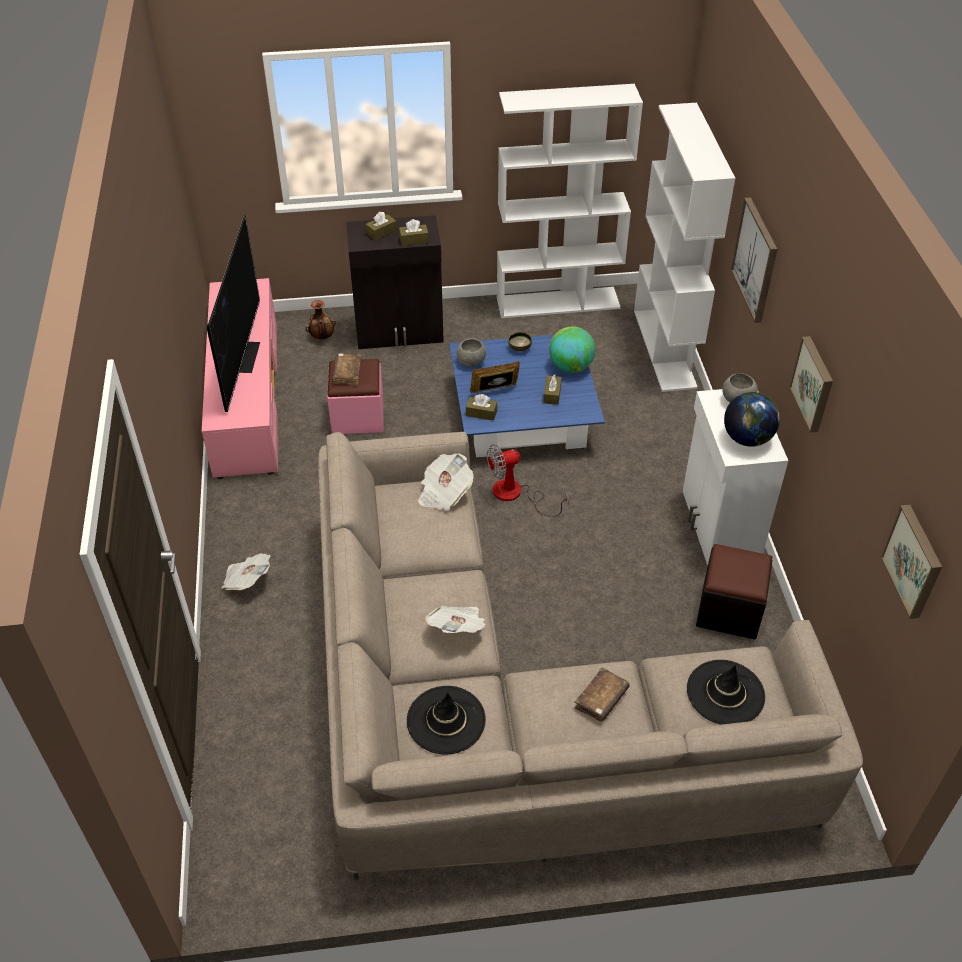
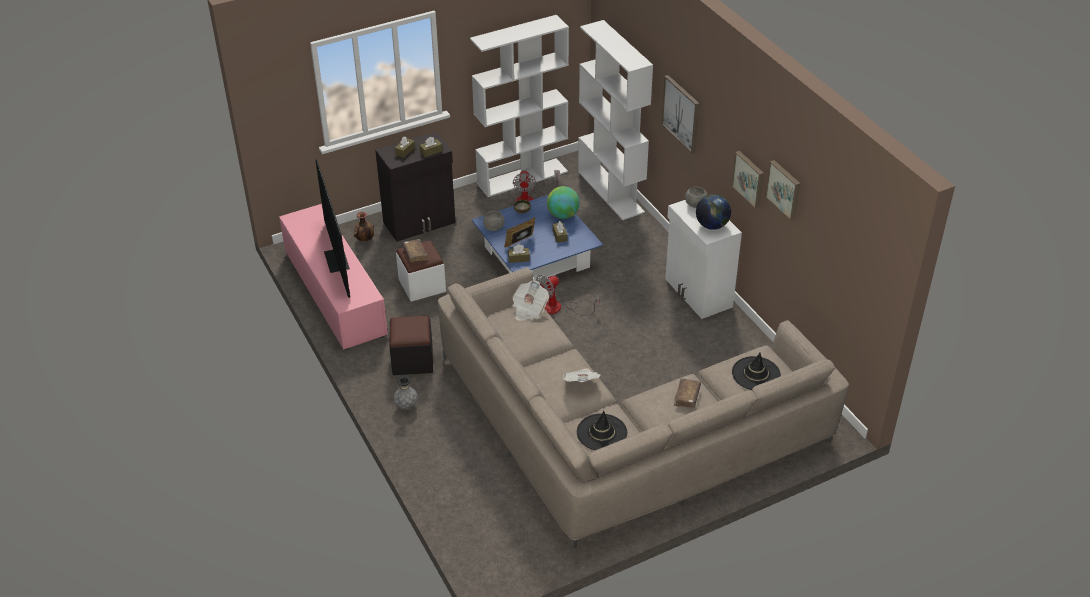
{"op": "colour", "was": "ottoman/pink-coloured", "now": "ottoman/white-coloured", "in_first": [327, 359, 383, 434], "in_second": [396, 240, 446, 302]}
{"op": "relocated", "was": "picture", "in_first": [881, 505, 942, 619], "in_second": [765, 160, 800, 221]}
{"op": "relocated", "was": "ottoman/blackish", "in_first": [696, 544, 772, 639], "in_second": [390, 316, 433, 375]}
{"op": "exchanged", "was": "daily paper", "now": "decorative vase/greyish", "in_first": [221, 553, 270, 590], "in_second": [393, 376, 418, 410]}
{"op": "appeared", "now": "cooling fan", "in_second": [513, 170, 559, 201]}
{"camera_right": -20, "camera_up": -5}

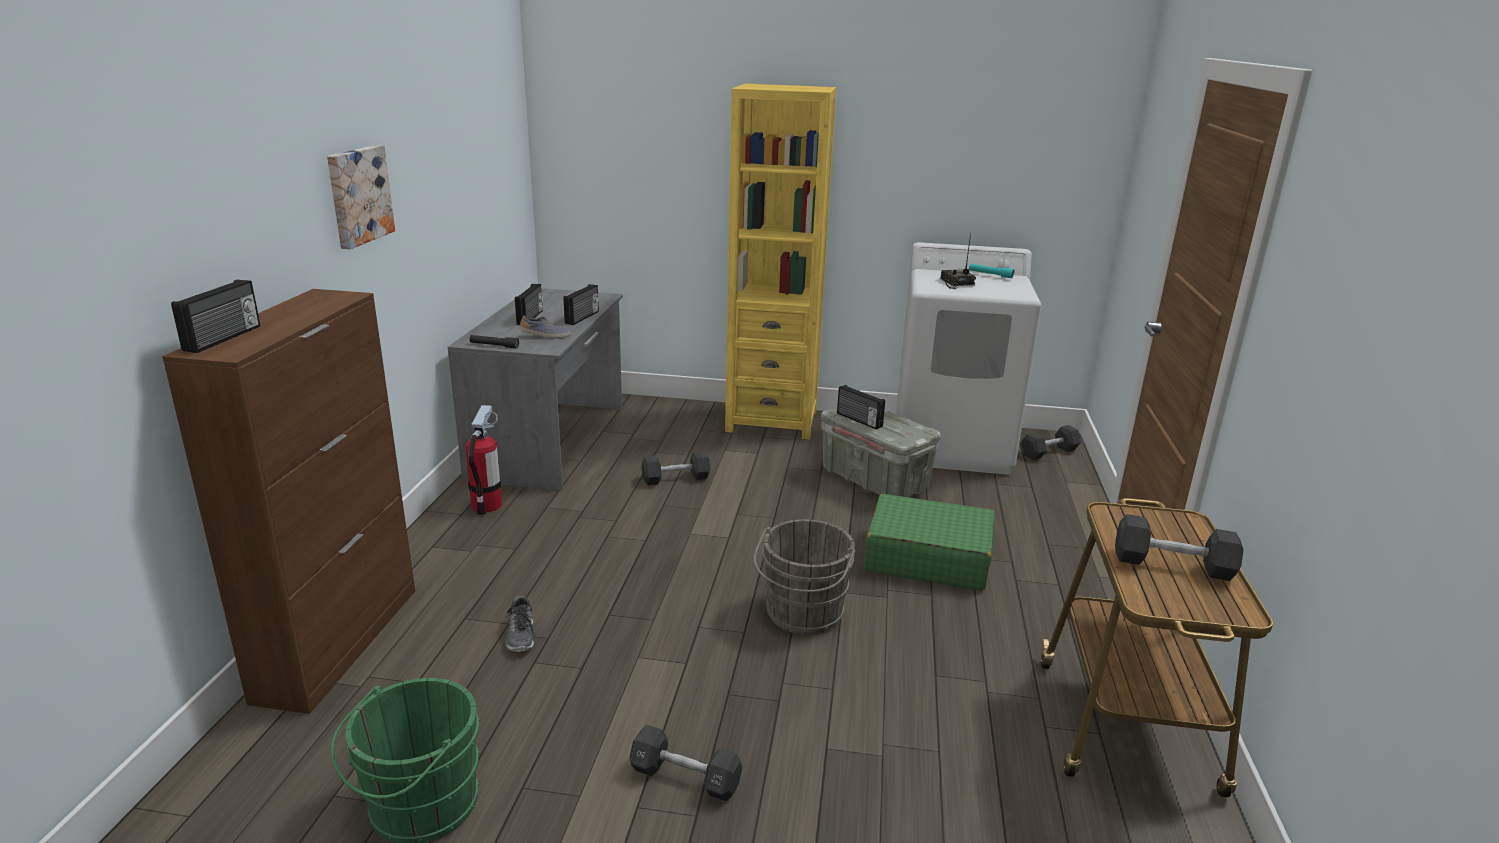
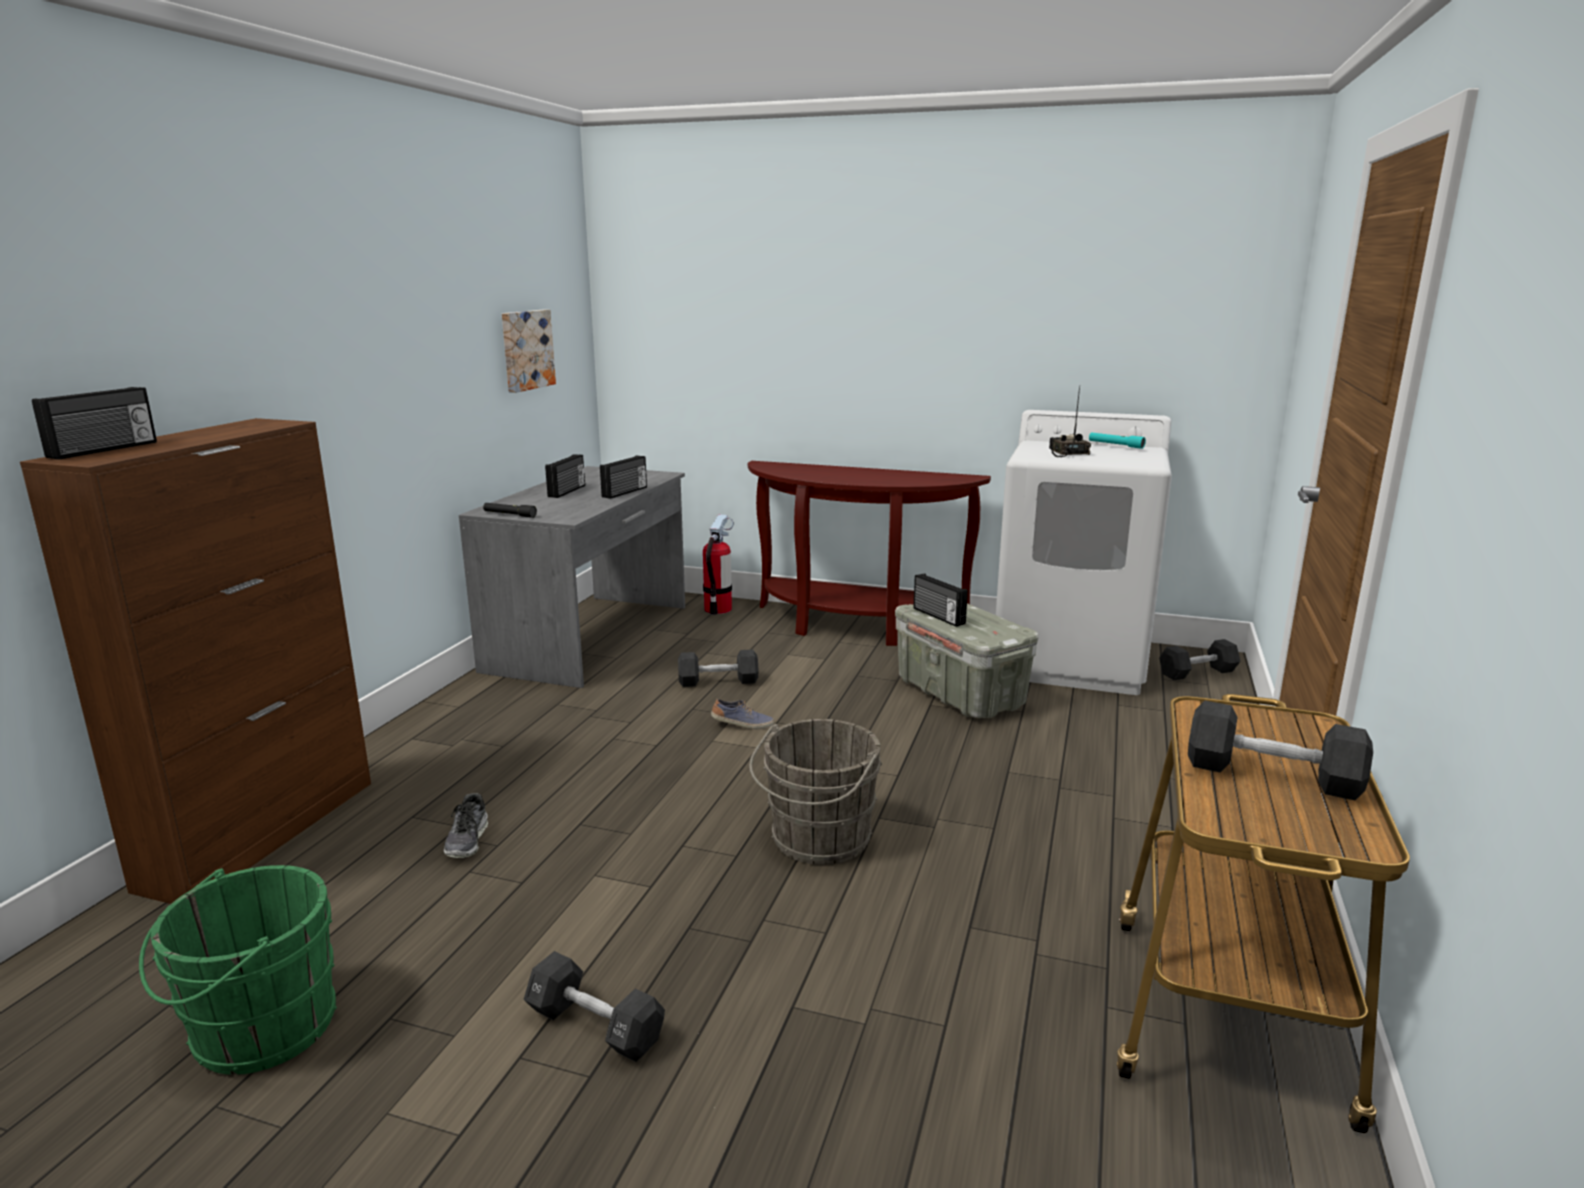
{"op": "exchanged", "was": "shelving unit/yellowish", "now": "console table/brown-coloured", "in_first": [725, 83, 836, 440], "in_second": [748, 461, 991, 646]}
{"op": "relocated", "was": "picture", "in_first": [327, 145, 395, 249], "in_second": [502, 310, 556, 393]}
{"op": "relocated", "was": "item of footwear", "in_first": [519, 316, 571, 339], "in_second": [711, 699, 774, 729]}
{"op": "relocated", "was": "fire-fighting cylinder", "in_first": [465, 405, 502, 515], "in_second": [703, 514, 734, 615]}
{"op": "missing", "was": "travel case/green-coloured", "in_first": [864, 494, 994, 590]}
{"camera_right": 10, "camera_up": -5}

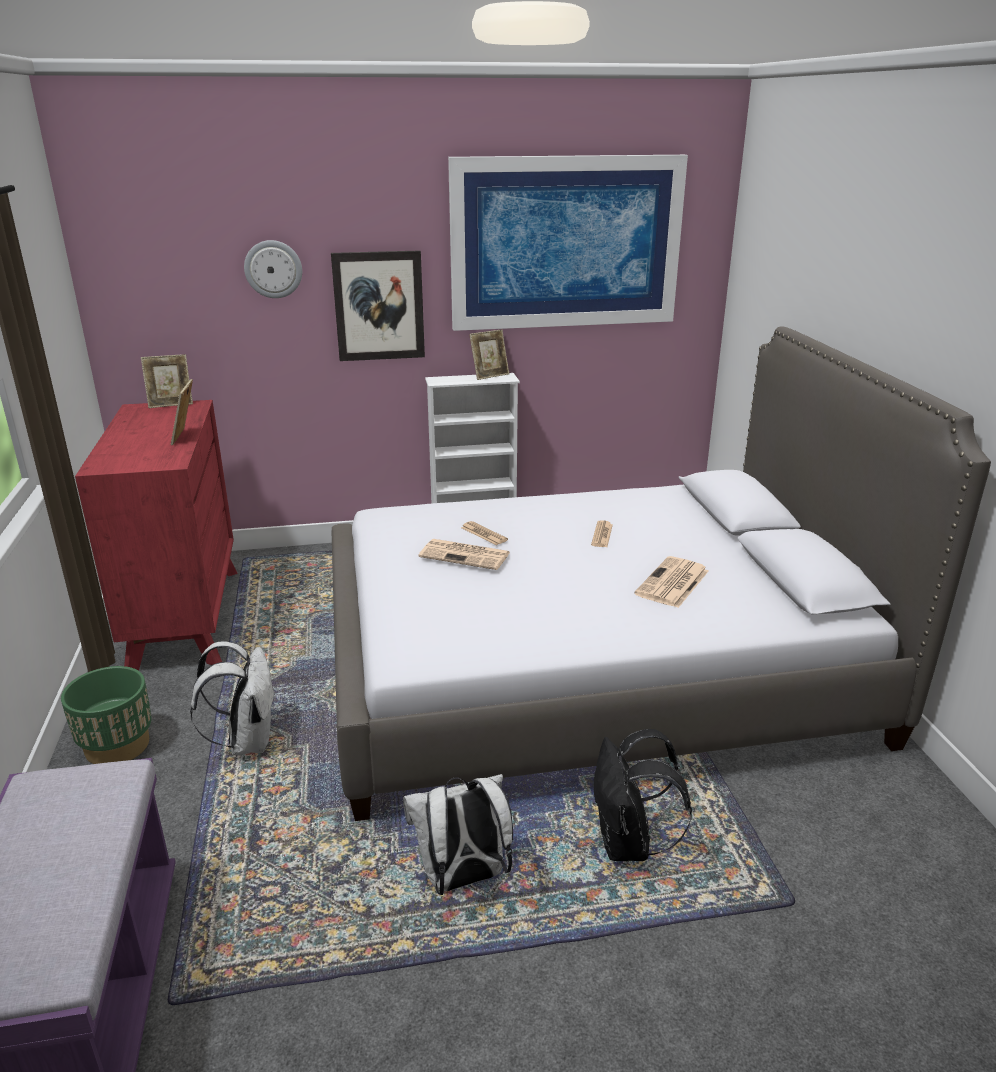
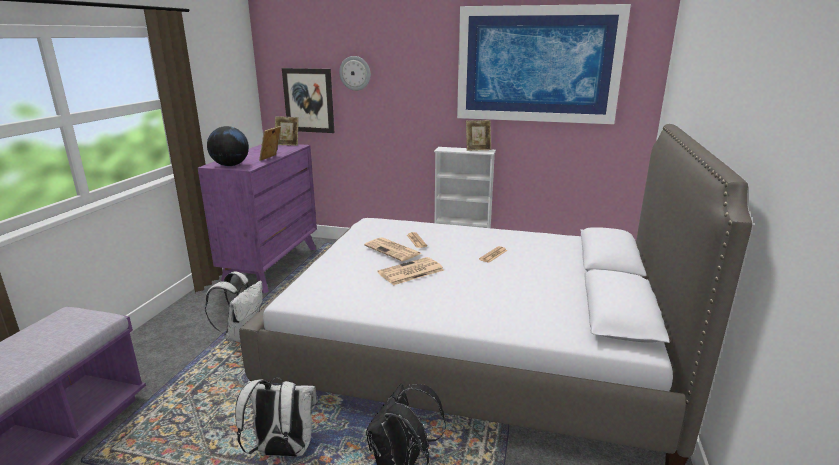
{"op": "relocated", "was": "picture", "in_first": [331, 250, 425, 361], "in_second": [282, 68, 334, 133]}
{"op": "colour", "was": "drawer chest/red-coloured", "now": "drawer chest/purple", "in_first": [75, 400, 238, 671], "in_second": [198, 144, 317, 293]}
{"op": "relocated", "was": "daily paper", "in_first": [634, 556, 709, 608], "in_second": [377, 257, 444, 285]}
{"op": "missing", "was": "flower pot/green-coloured", "in_first": [61, 666, 152, 764]}
{"op": "appeared", "now": "world globe", "in_second": [207, 126, 249, 166]}
{"camera_right": 25, "camera_up": -5}

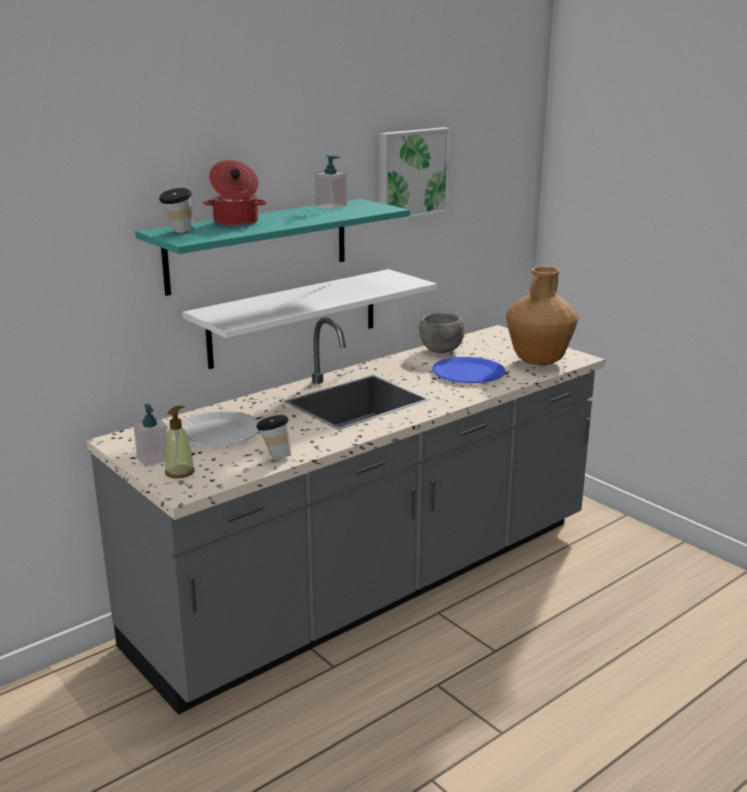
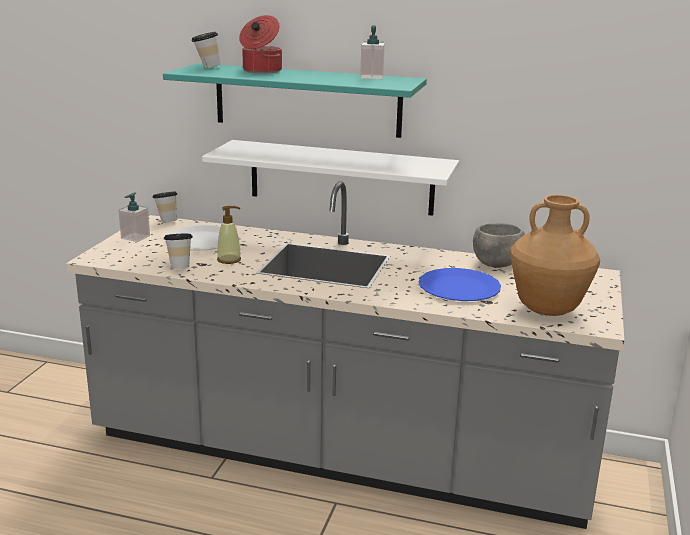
{"op": "missing", "was": "picture", "in_first": [379, 127, 451, 223]}
{"op": "relocated", "was": "liquid soap bottle", "in_first": [165, 406, 195, 478], "in_second": [217, 206, 241, 264]}
{"op": "appeared", "now": "small cup", "in_second": [153, 192, 177, 223]}
{"camera_right": 55, "camera_up": 0}

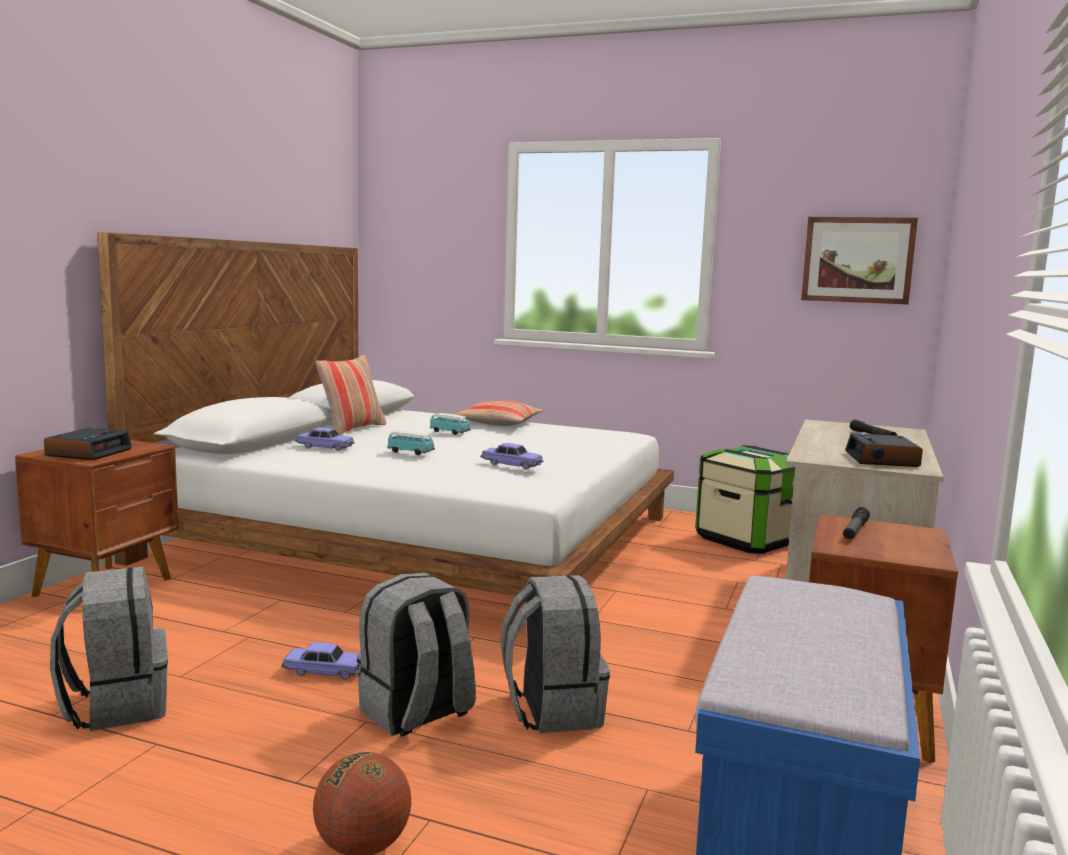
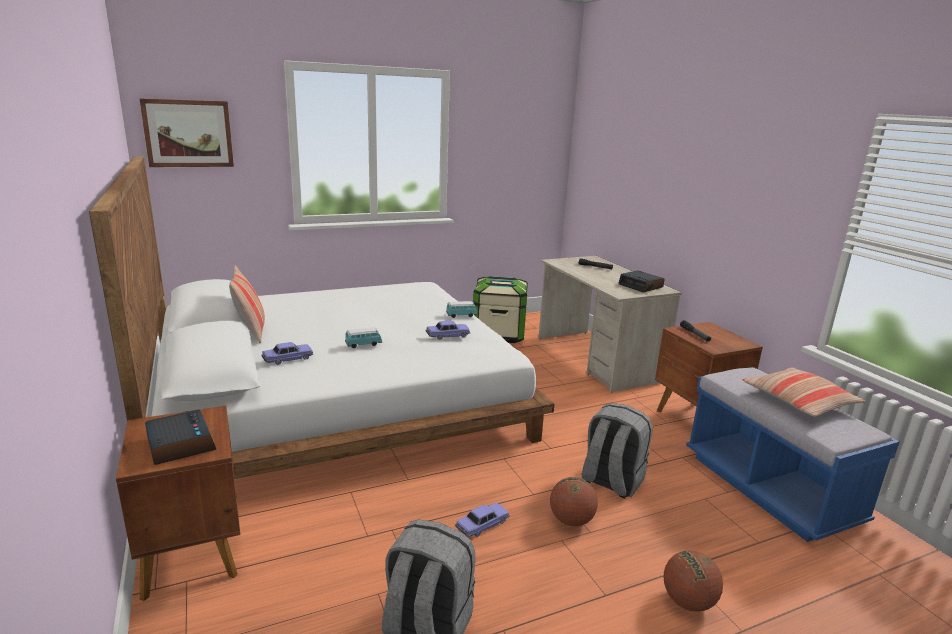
{"op": "relocated", "was": "picture", "in_first": [801, 217, 918, 304], "in_second": [140, 99, 234, 167]}
{"op": "relocated", "was": "pillow", "in_first": [455, 400, 543, 426], "in_second": [742, 367, 866, 417]}
{"op": "relocated", "was": "model car", "in_first": [430, 413, 471, 435], "in_second": [446, 301, 478, 318]}
{"op": "exchanged", "was": "backpack/greyish", "now": "basketball ball", "in_first": [357, 573, 476, 736], "in_second": [550, 477, 598, 526]}
{"camera_right": -45, "camera_up": 10}

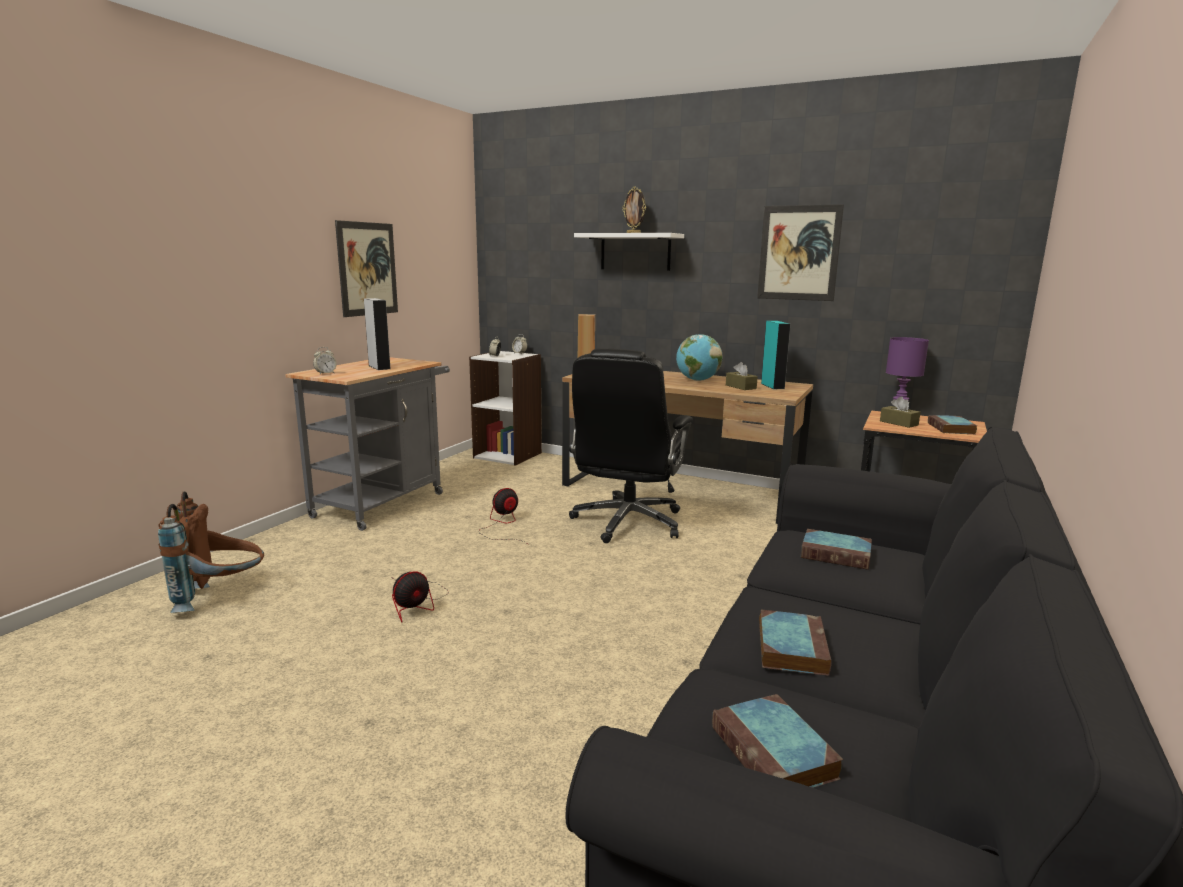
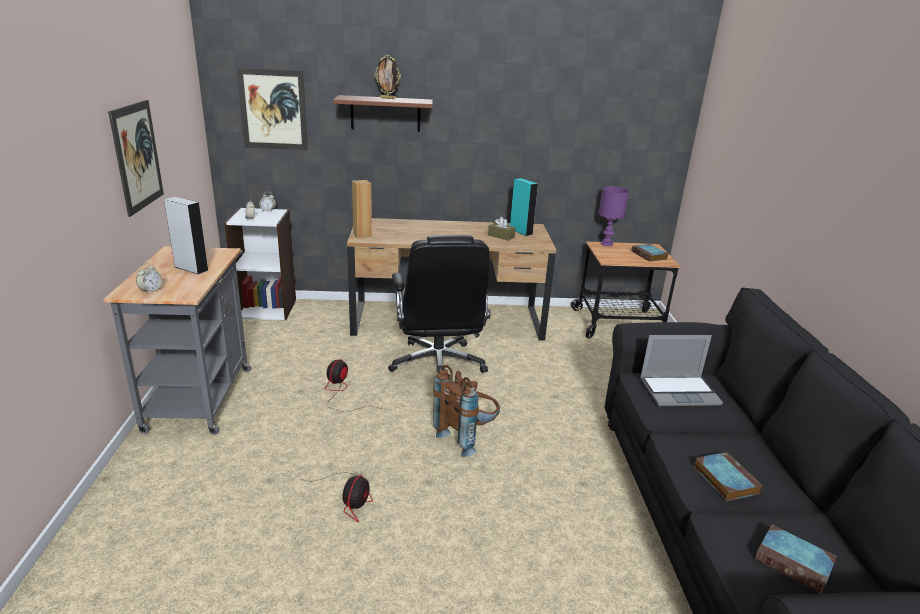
{"op": "relocated", "was": "picture", "in_first": [757, 204, 844, 301], "in_second": [237, 68, 308, 150]}
{"op": "colour", "was": "wall shelf/white-coloured", "now": "wall shelf/brown-coloured", "in_first": [574, 233, 684, 271], "in_second": [333, 95, 433, 132]}
{"op": "missing", "was": "world globe", "in_first": [676, 334, 723, 381]}
{"op": "missing", "was": "box of tissues/brown-coloured", "in_first": [880, 397, 921, 428]}
{"op": "relocated", "was": "backpack/brown-coloured", "in_first": [158, 491, 264, 613], "in_second": [433, 365, 500, 457]}
{"op": "exchanged", "was": "book", "now": "notebook computer", "in_first": [800, 529, 872, 570], "in_second": [640, 335, 723, 406]}
{"camera_right": -30, "camera_up": 10}

